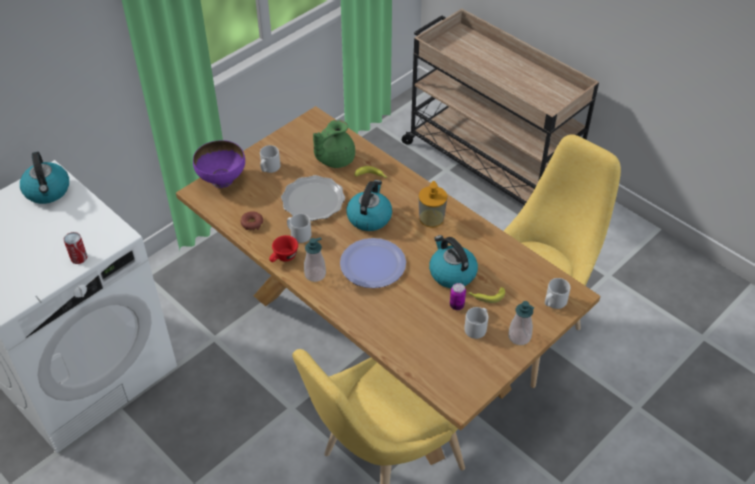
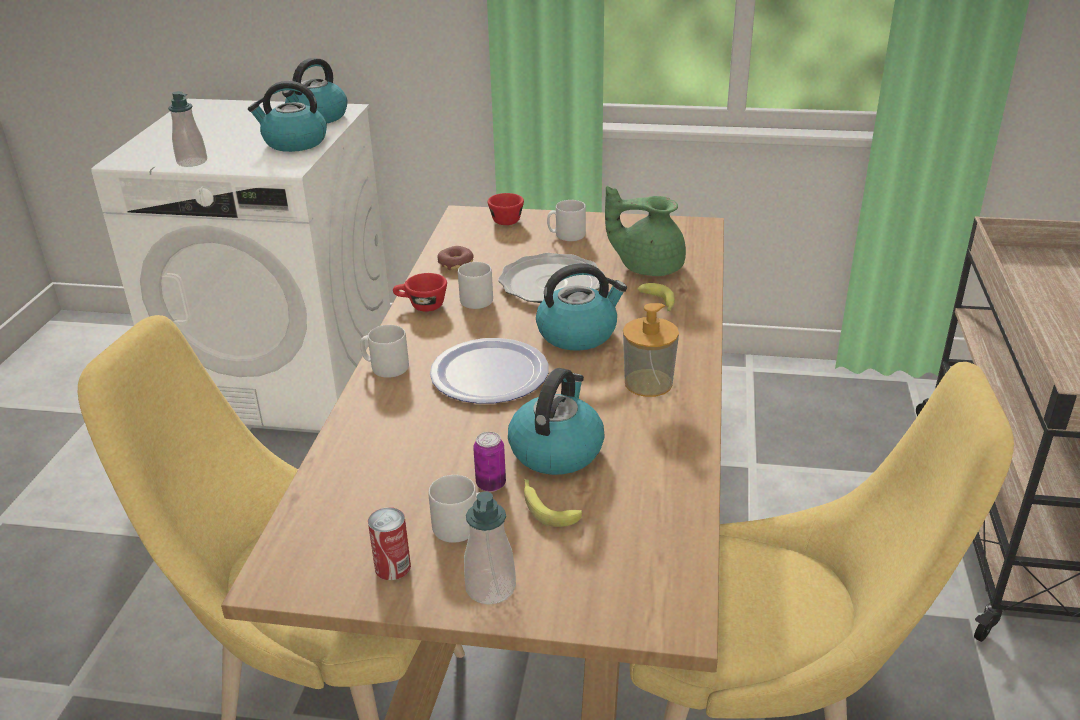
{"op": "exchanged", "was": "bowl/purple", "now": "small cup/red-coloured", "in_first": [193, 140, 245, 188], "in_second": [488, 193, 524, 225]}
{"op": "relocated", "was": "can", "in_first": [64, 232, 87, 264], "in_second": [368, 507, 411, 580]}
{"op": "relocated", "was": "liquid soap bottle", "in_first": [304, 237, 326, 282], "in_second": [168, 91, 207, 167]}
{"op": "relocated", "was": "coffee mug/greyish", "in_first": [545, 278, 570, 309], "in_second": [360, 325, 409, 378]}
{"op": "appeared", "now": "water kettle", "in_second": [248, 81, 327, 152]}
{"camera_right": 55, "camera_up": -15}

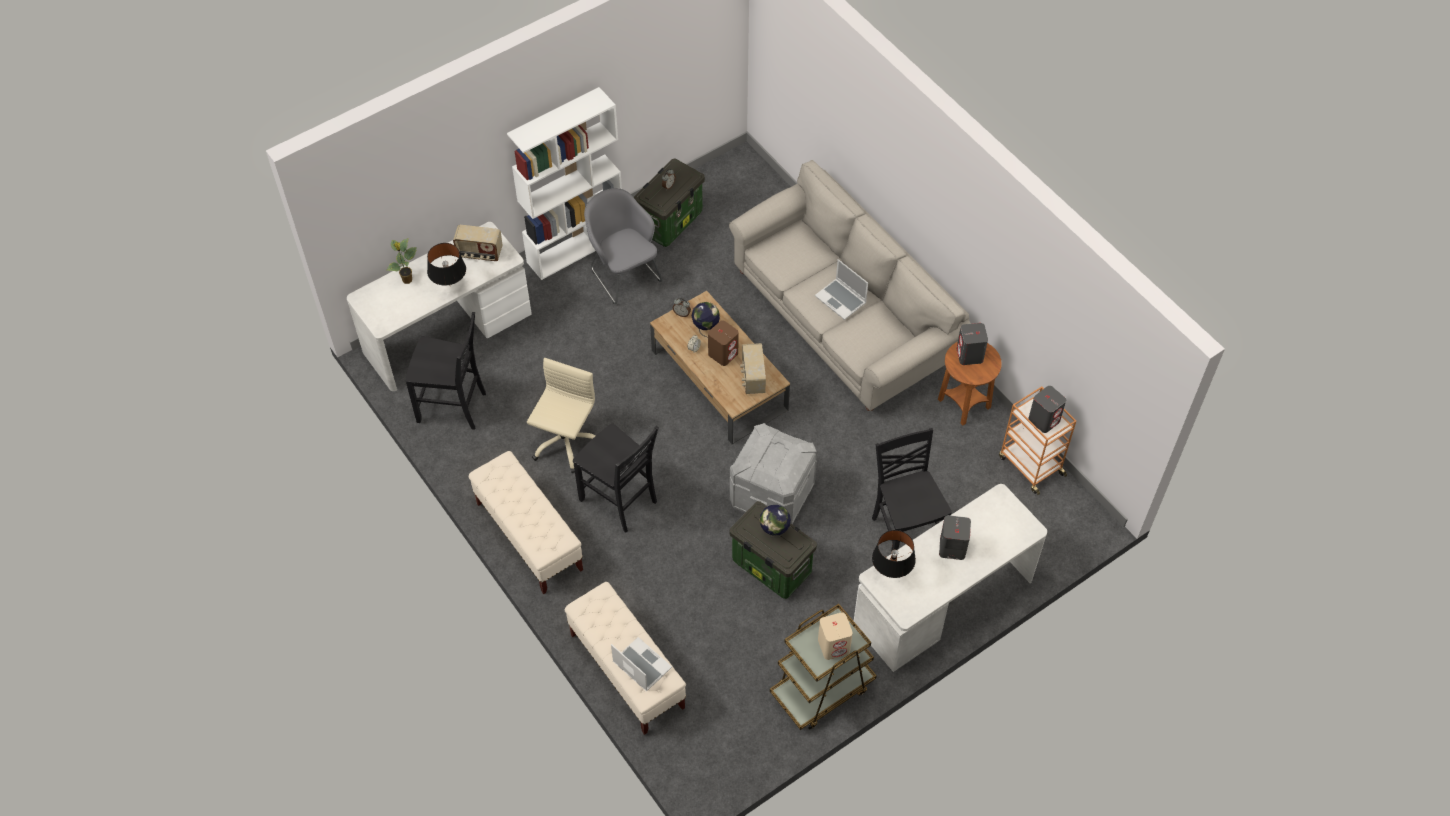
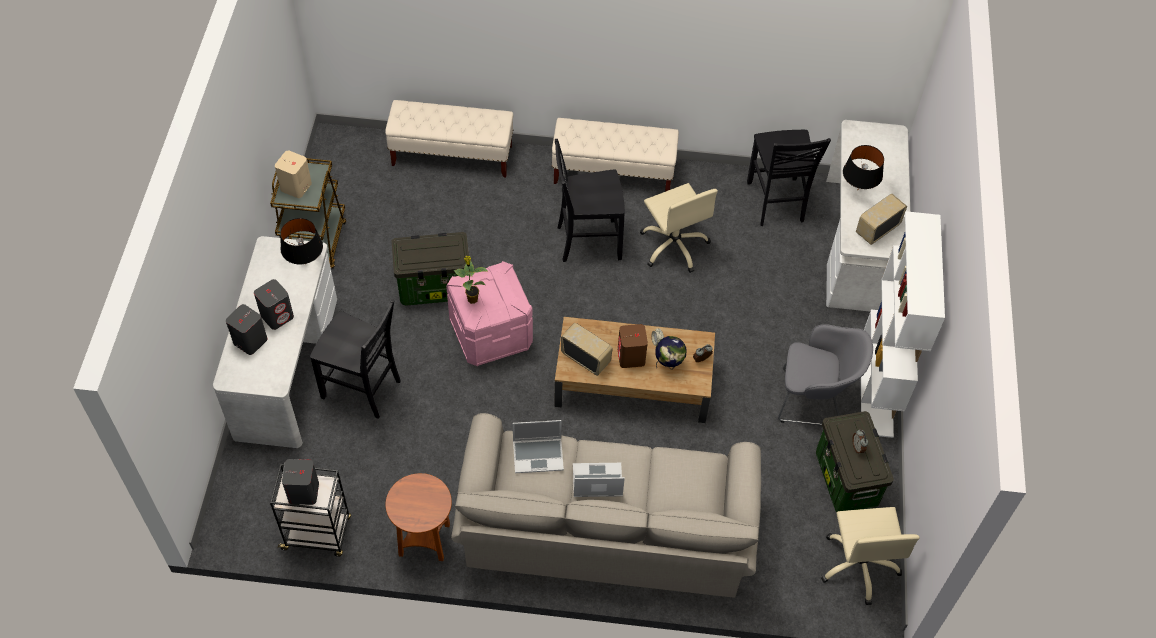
{"op": "relocated", "was": "houseplant", "in_first": [386, 238, 417, 284], "in_second": [453, 256, 489, 304]}
{"op": "spun", "was": "chair/blackish", "in_first": [405, 312, 486, 430], "in_second": [747, 130, 831, 226], "clockwise": -60}
{"op": "relocated", "was": "audio speaker/greyish", "in_first": [957, 323, 988, 365], "in_second": [226, 304, 267, 355]}
{"op": "colour", "was": "wheeled cart/orangey", "now": "wheeled cart/blackish", "in_first": [999, 386, 1076, 495], "in_second": [270, 464, 351, 557]}
{"op": "colour", "was": "storage bin/greyish", "now": "storage bin/pink-coloured", "in_first": [730, 423, 817, 524], "in_second": [446, 261, 533, 366]}
{"op": "missing", "was": "world globe", "in_first": [759, 505, 791, 537]}
{"op": "relocated", "was": "notebook computer", "in_first": [611, 637, 672, 692], "in_second": [513, 420, 564, 473]}
{"op": "appeared", "now": "computer chair/beige-coloured", "in_second": [821, 507, 920, 605]}
{"camera_right": 130, "camera_up": 0}

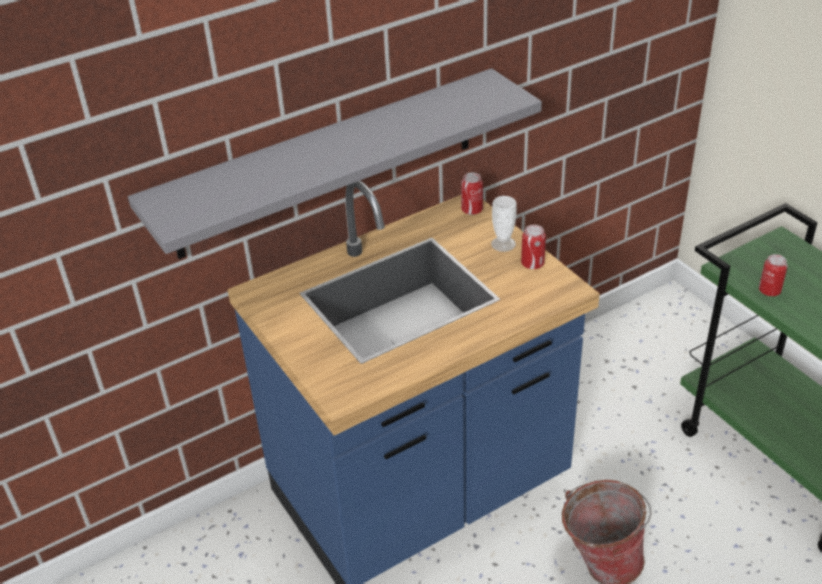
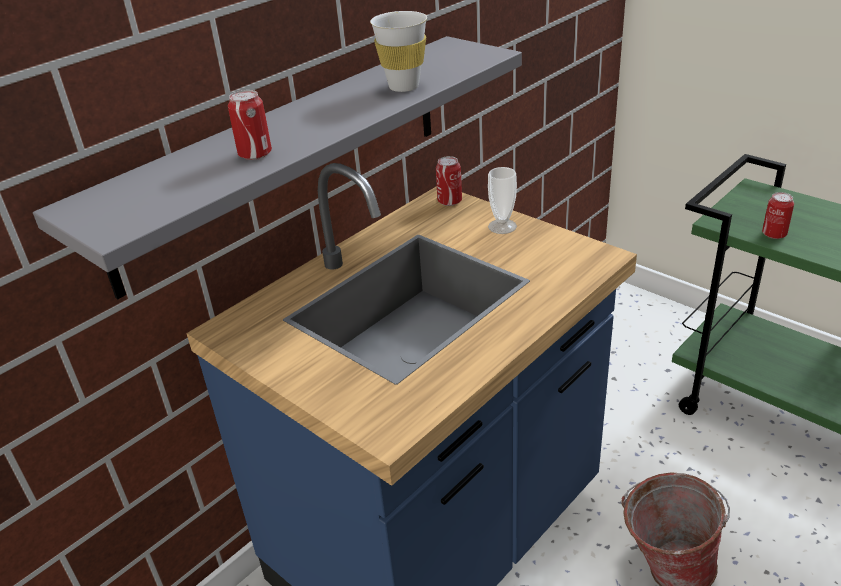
{"op": "relocated", "was": "can", "in_first": [521, 225, 546, 269], "in_second": [228, 90, 272, 160]}
{"op": "appeared", "now": "small cup/white-coloured", "in_second": [370, 11, 427, 92]}
{"camera_right": -15, "camera_up": -5}

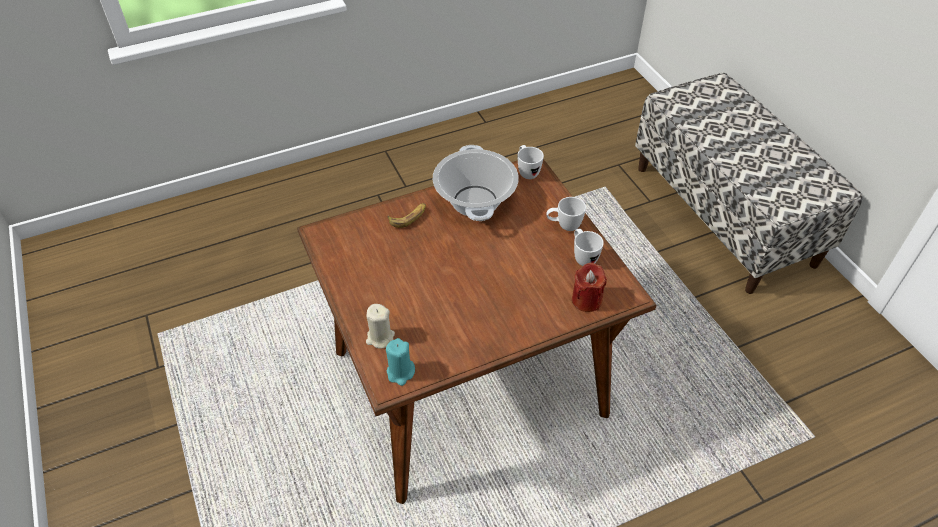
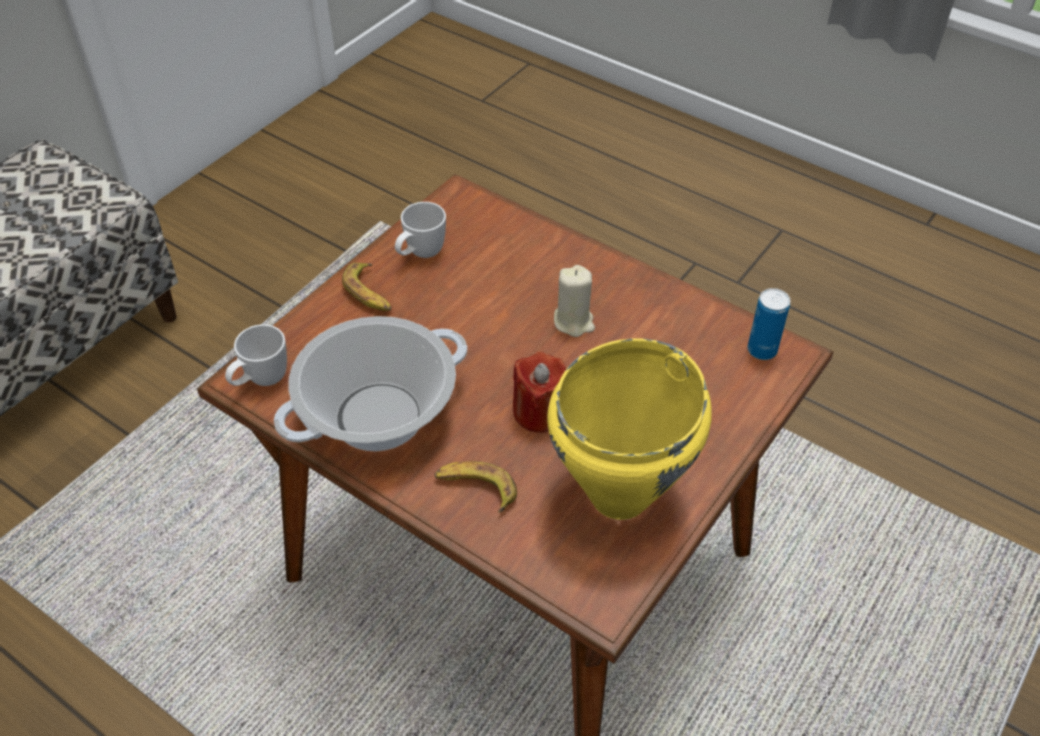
{"op": "exchanged", "was": "coffee mug/white-coloured", "now": "whole banana", "in_first": [546, 197, 586, 231], "in_second": [342, 263, 392, 311]}
{"op": "relocated", "was": "wax candle/red-coloured", "in_first": [572, 263, 607, 312], "in_second": [513, 352, 566, 433]}
{"op": "relocated", "was": "wax candle/beige-coloured", "in_first": [366, 304, 395, 349], "in_second": [554, 265, 595, 337]}
{"op": "exchanged", "was": "wax candle/turquoise", "now": "can", "in_first": [386, 338, 415, 386], "in_second": [748, 288, 791, 360]}
{"op": "appeared", "now": "saucepot/yellowish", "in_second": [547, 338, 712, 520]}
{"camera_right": -120, "camera_up": 0}

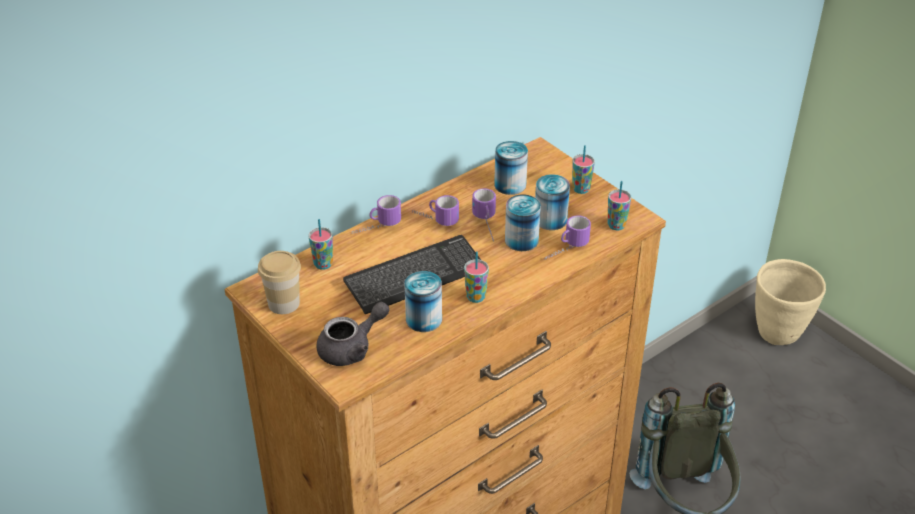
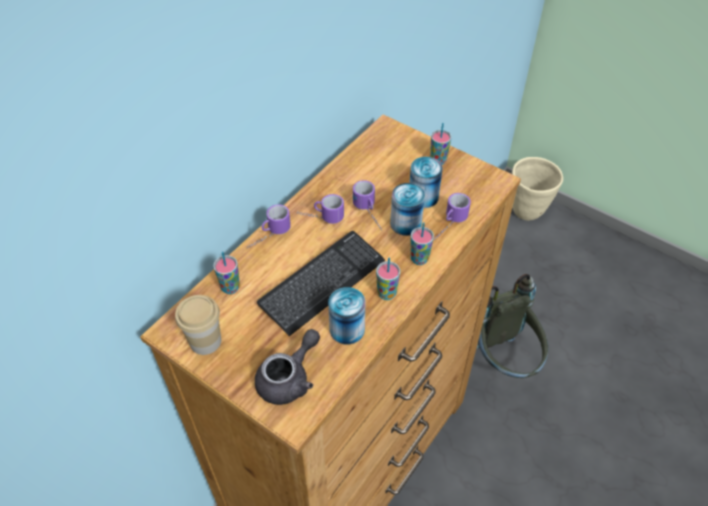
{"op": "missing", "was": "can", "in_first": [494, 141, 528, 195]}
{"op": "relocated", "was": "small cup", "in_first": [607, 181, 632, 230], "in_second": [411, 222, 434, 265]}
{"camera_right": -15, "camera_up": 10}

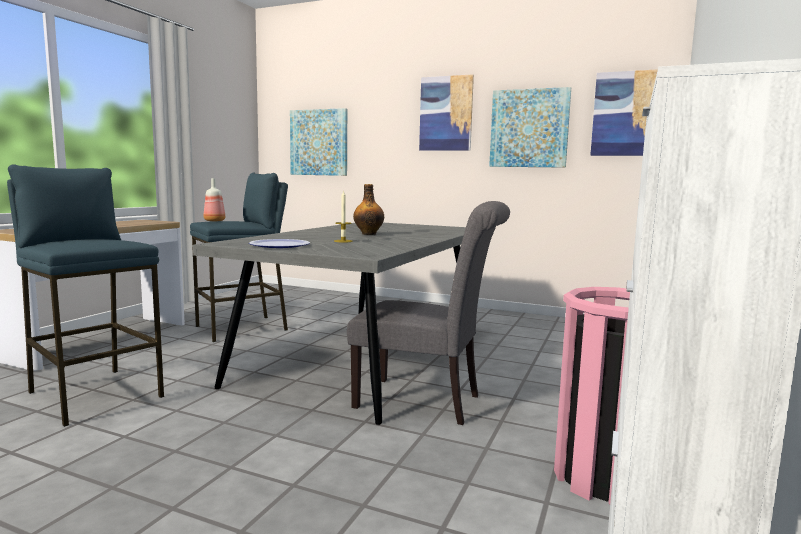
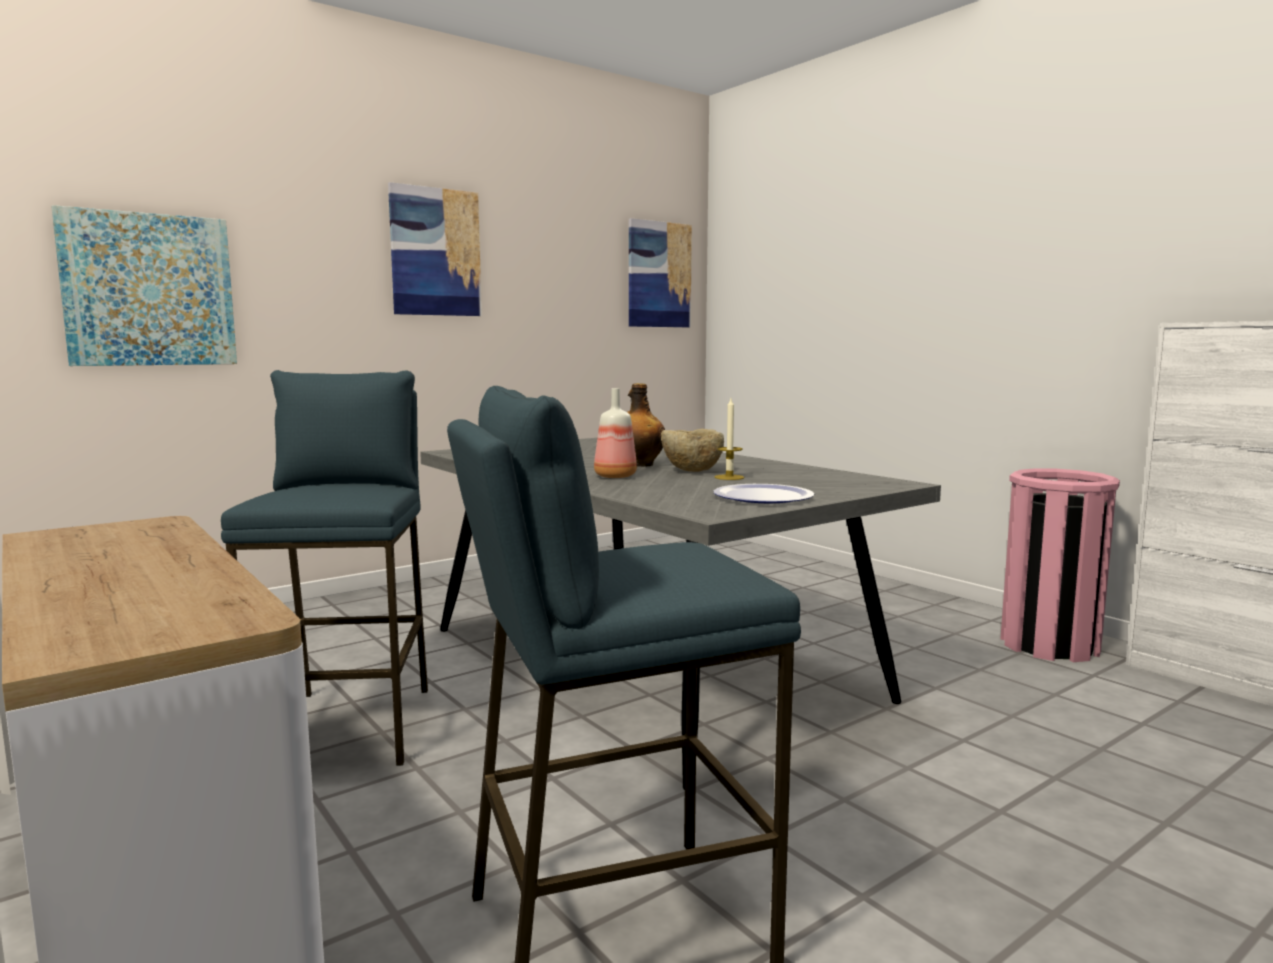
{"op": "missing", "was": "picture", "in_first": [489, 87, 571, 168]}
{"op": "relocated", "was": "beverage bottle", "in_first": [204, 178, 225, 222], "in_second": [594, 388, 637, 478]}
{"op": "missing", "was": "chair/greyish", "in_first": [347, 201, 510, 425]}
{"op": "appeared", "now": "bowl/beige-coloured", "in_second": [661, 429, 724, 472]}
{"camera_right": -60, "camera_up": 0}

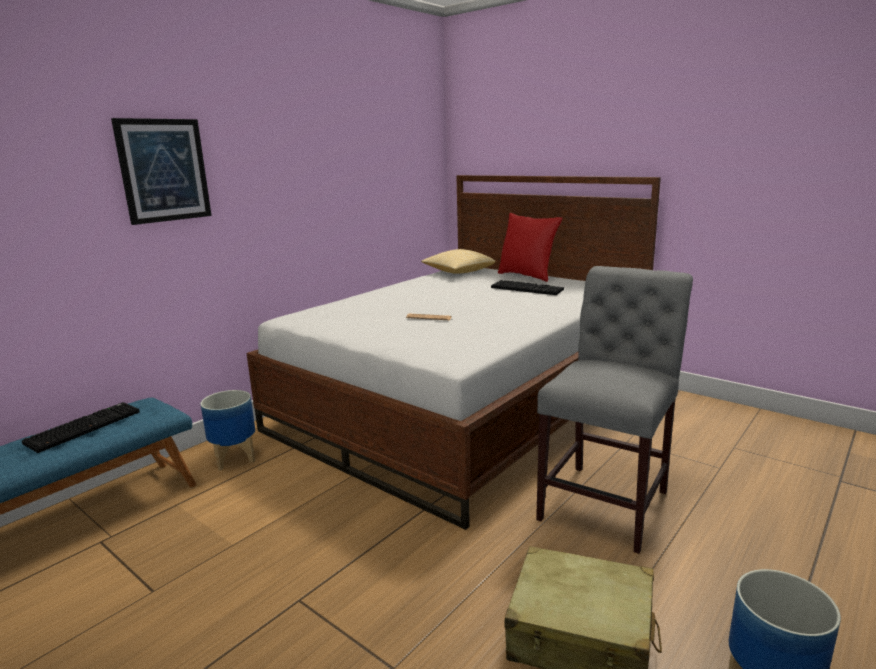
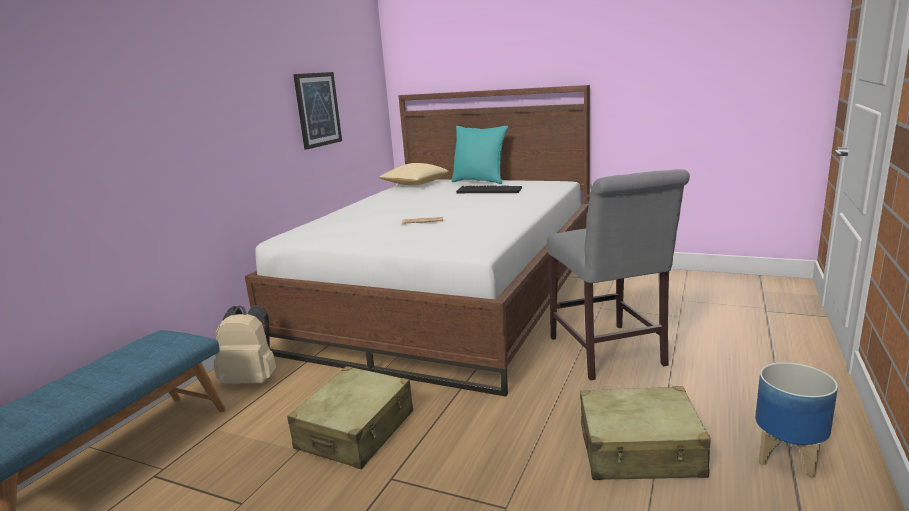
{"op": "relocated", "was": "picture", "in_first": [111, 118, 212, 225], "in_second": [293, 72, 342, 150]}
{"op": "colour", "was": "pillow/red-coloured", "now": "pillow/turquoise", "in_first": [498, 213, 562, 282], "in_second": [451, 126, 508, 184]}
{"op": "spun", "was": "chair/greyish", "in_first": [536, 266, 693, 554], "in_second": [547, 169, 690, 380], "clockwise": 150}
{"op": "exchanged", "was": "flower pot", "now": "backpack/beige-coloured", "in_first": [200, 390, 255, 470], "in_second": [214, 305, 276, 384]}
{"op": "missing", "was": "PC keyboard", "in_first": [22, 402, 140, 453]}
{"op": "appeared", "now": "travel case/beige-coloured", "in_second": [287, 366, 413, 469]}
{"camera_right": -15, "camera_up": 0}

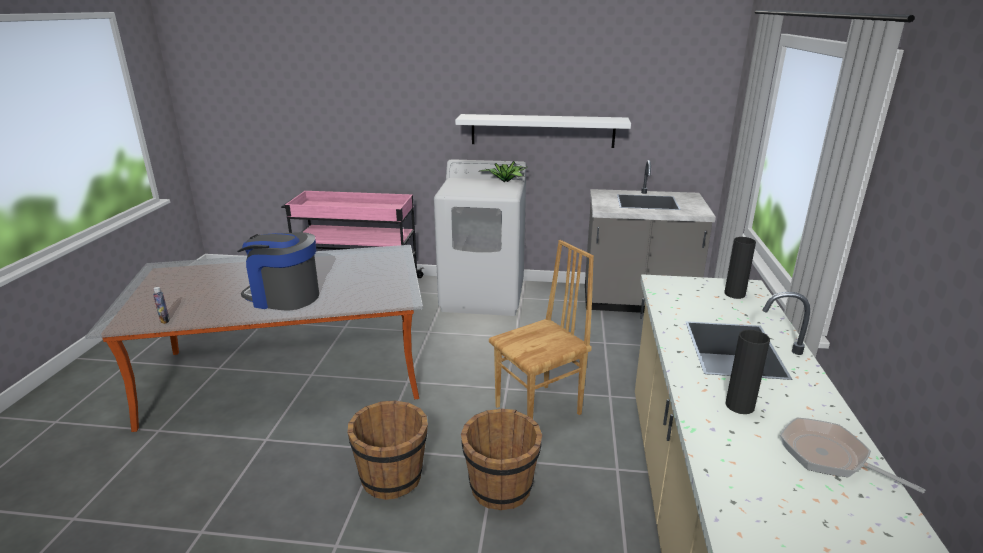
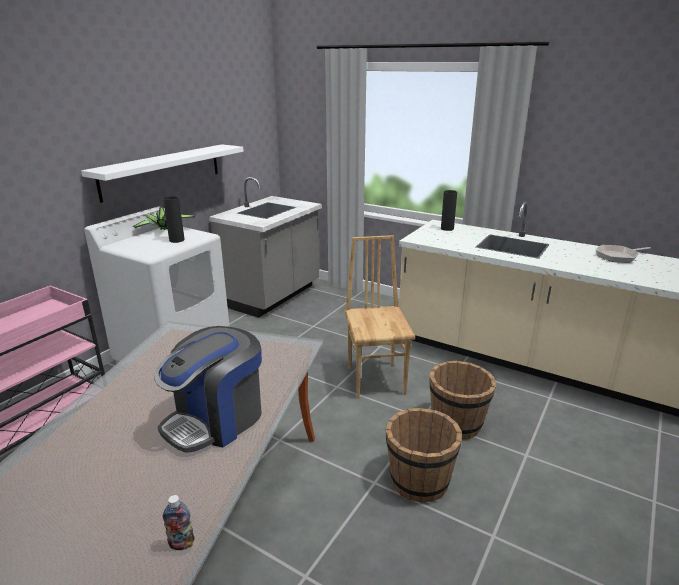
{"op": "relocated", "was": "decorative vase/blackish", "in_first": [725, 330, 770, 414], "in_second": [163, 196, 185, 243]}
{"camera_right": -65, "camera_up": 0}

